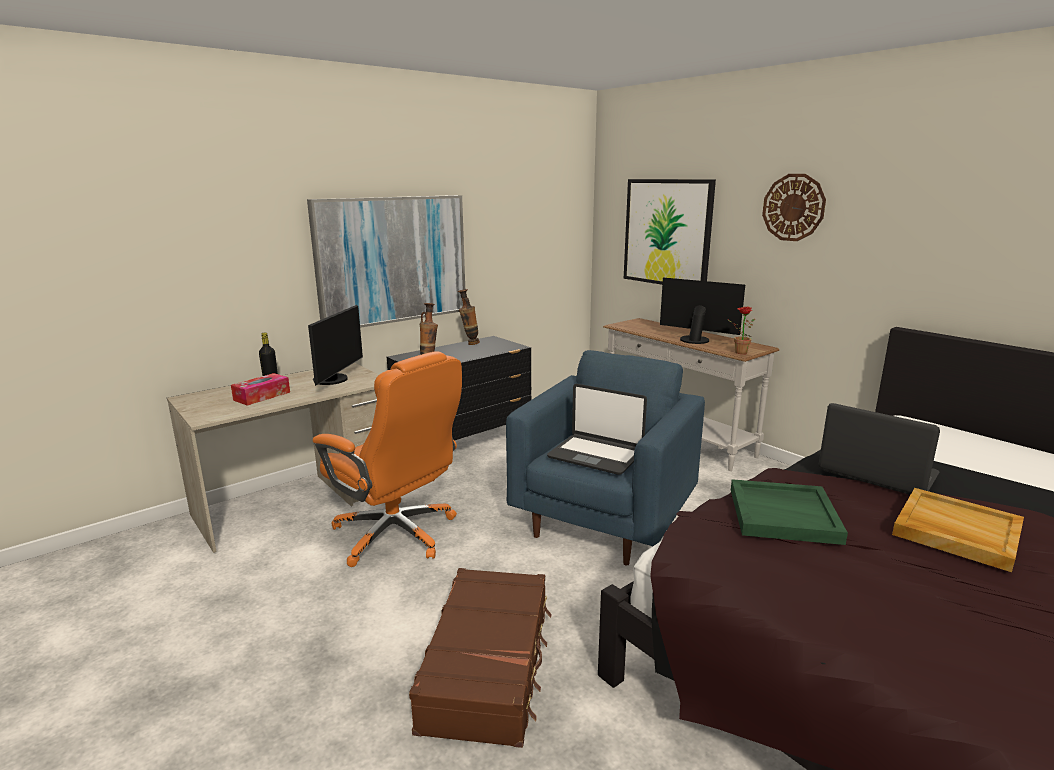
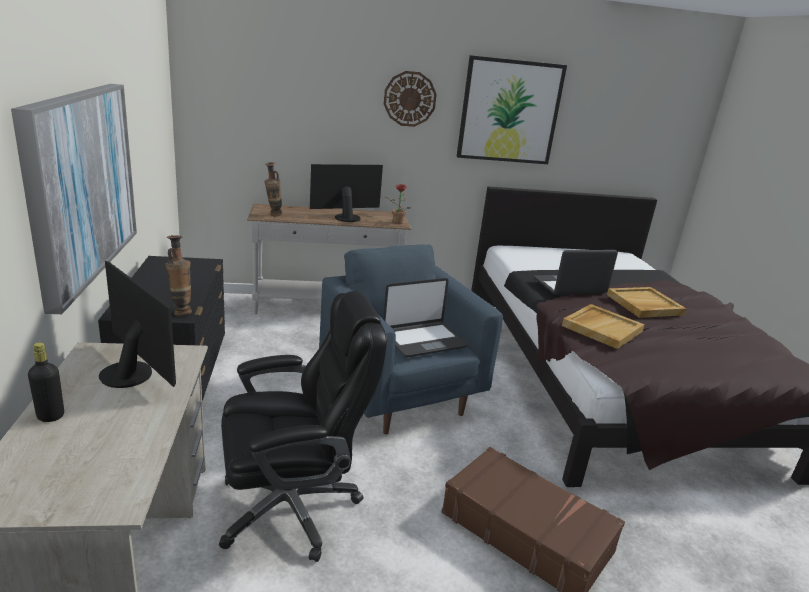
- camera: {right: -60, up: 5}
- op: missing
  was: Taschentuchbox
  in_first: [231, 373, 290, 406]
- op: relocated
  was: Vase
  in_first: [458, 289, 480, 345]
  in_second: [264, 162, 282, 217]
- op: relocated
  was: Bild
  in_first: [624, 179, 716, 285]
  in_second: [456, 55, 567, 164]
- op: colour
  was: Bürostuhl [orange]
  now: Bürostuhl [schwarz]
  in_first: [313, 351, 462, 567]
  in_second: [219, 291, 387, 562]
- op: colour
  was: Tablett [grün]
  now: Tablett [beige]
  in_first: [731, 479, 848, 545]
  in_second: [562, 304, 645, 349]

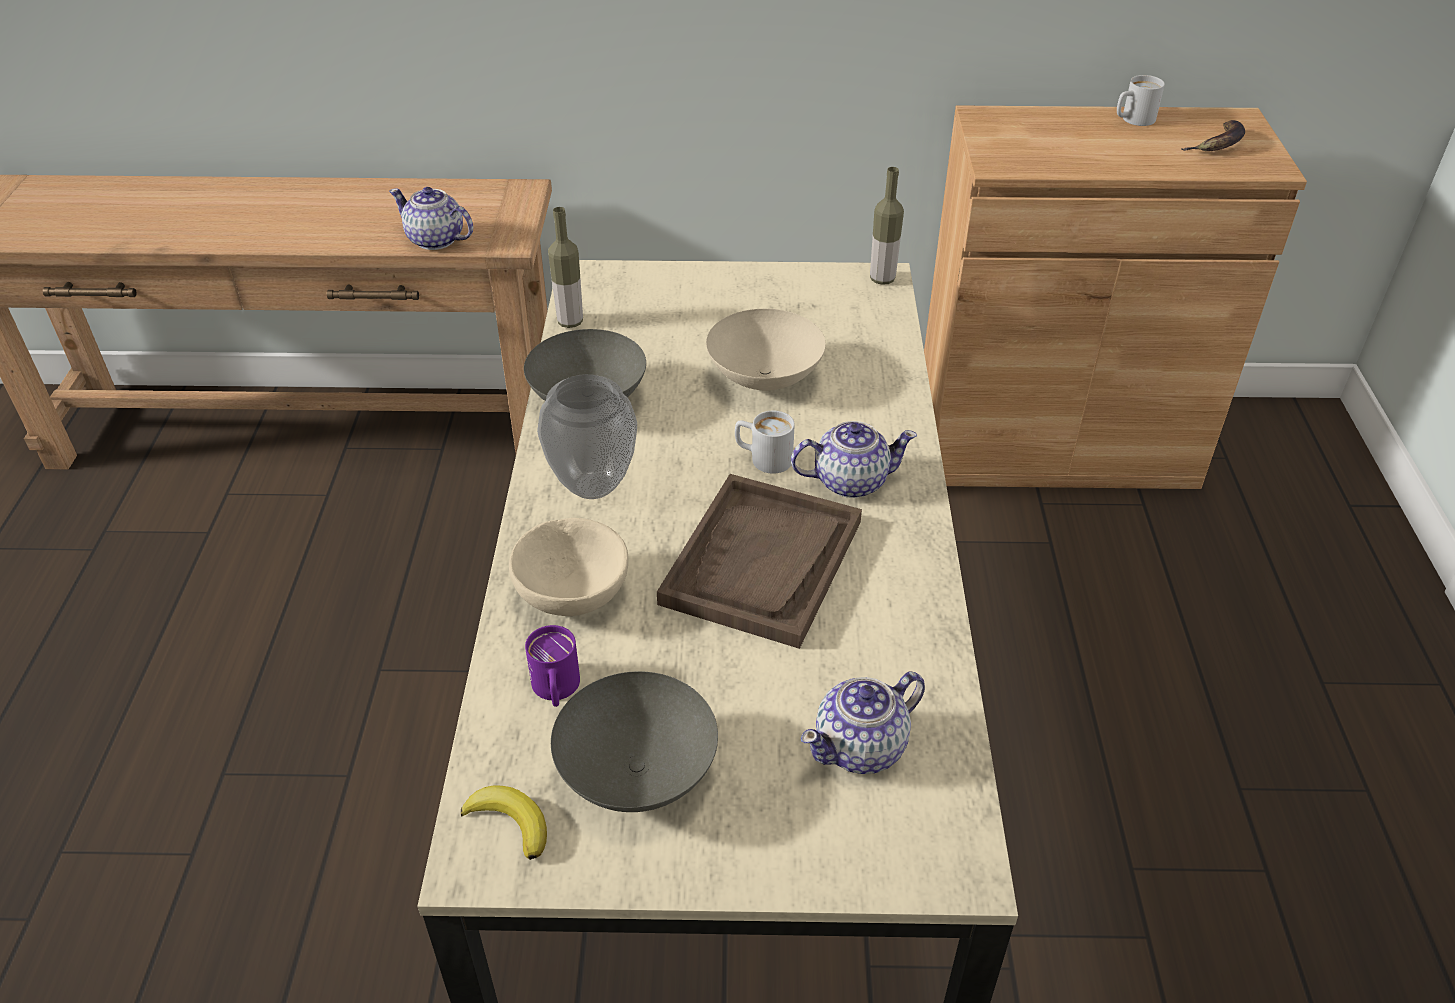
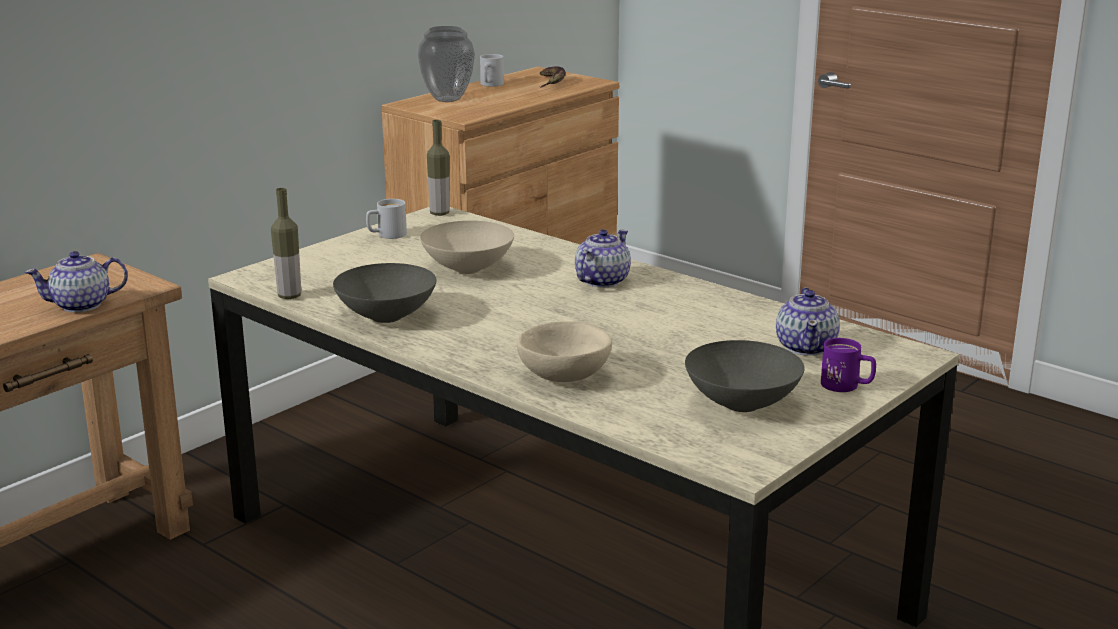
- camera: {right: -50, up: -20}
- op: missing
  was: Banane
  in_first: [461, 785, 547, 860]
- op: missing
  was: Tablett [braun]
  in_first: [657, 474, 862, 649]
- op: relocated
  was: Henkelbecher [lila]
  in_first: [525, 625, 580, 707]
  in_second: [821, 338, 876, 392]
- op: relocated
  was: Vase
  in_first: [537, 374, 637, 499]
  in_second: [418, 26, 475, 102]
- op: relocated
  was: Henkelbecher [weiß]
  in_first: [735, 411, 795, 474]
  in_second: [366, 199, 407, 239]

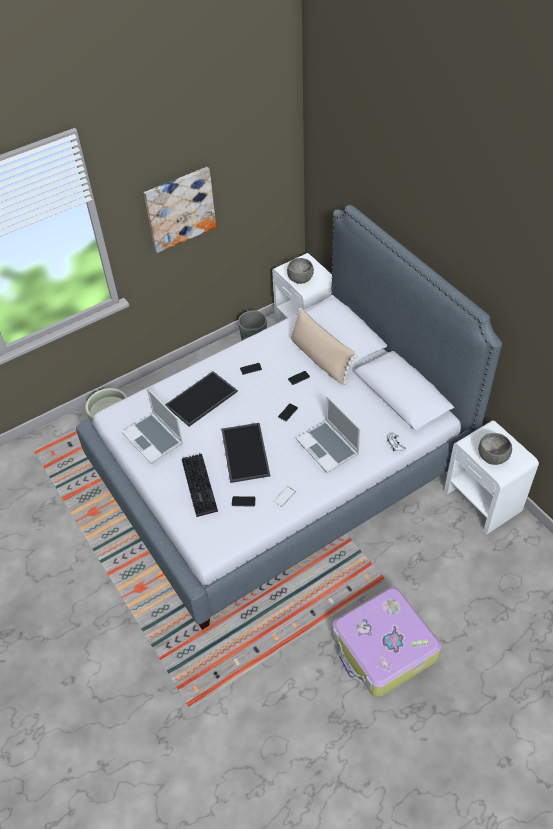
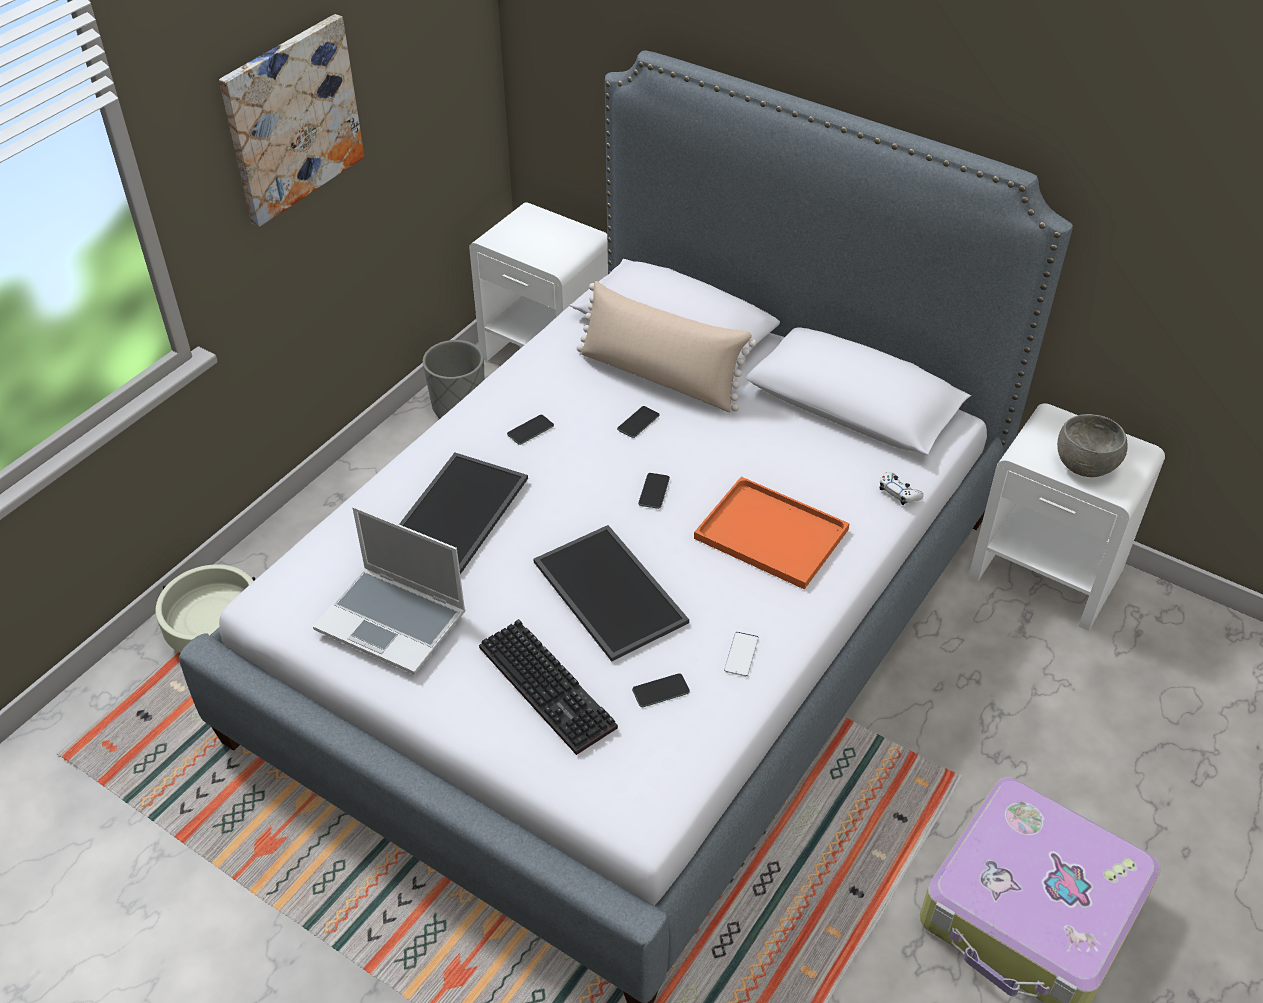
- camera: {right: -25, up: -5}
- op: missing
  was: Schüssel [grau]
  in_first: [287, 258, 314, 284]
- op: exchanged
  was: Laptop
  now: Tablett [orange]
  in_first: [296, 396, 360, 473]
  in_second: [694, 477, 850, 590]

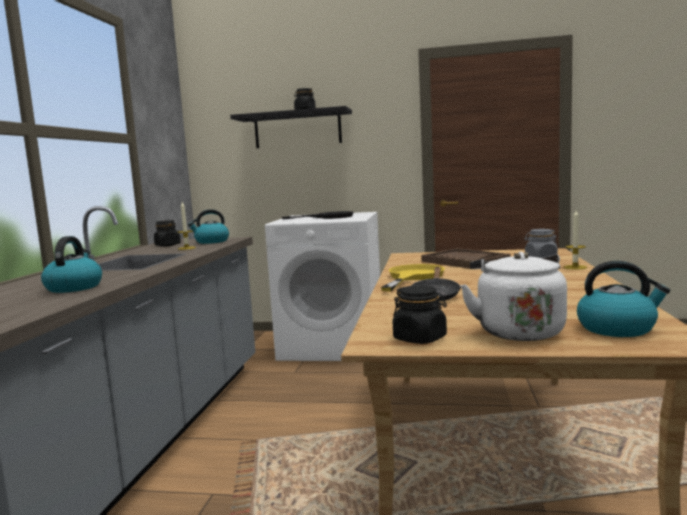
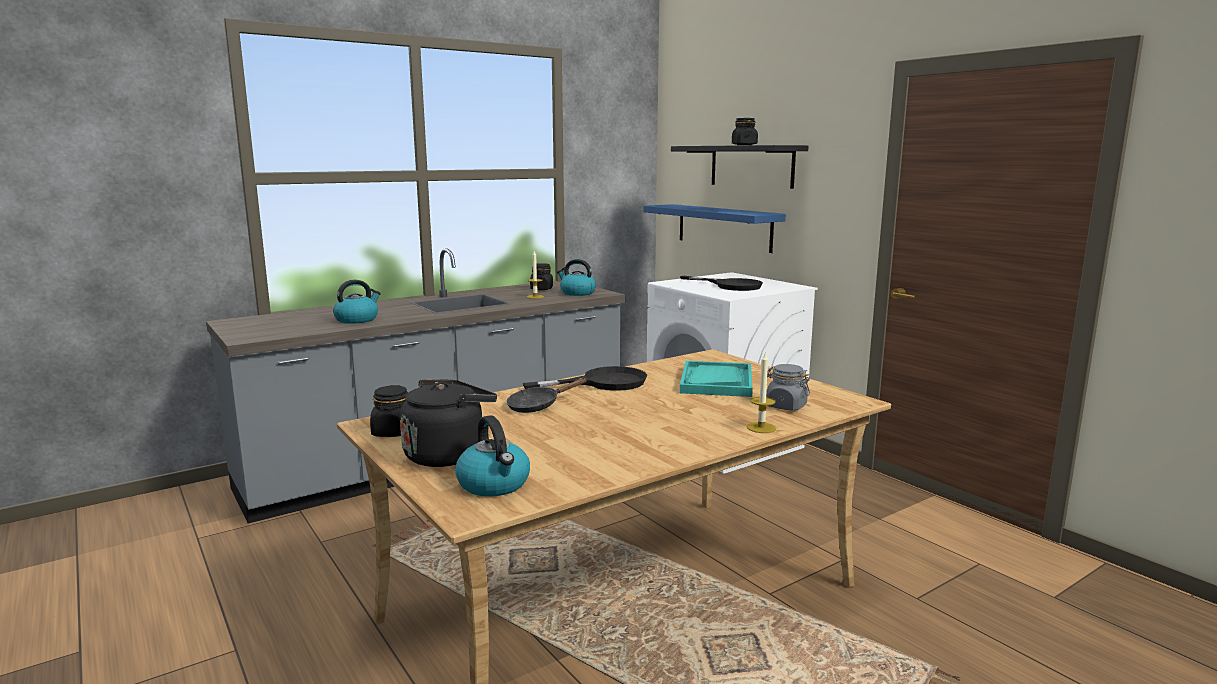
- camera: {right: 45, up: 5}
- op: appeared
  now: Wandregal [blau]
  in_second: [644, 204, 786, 253]
- op: colour
  was: Pfanne [gelb]
  now: Pfanne [schwarz]
  in_first: [381, 264, 445, 291]
  in_second: [523, 366, 647, 391]
- op: colour
  was: Tablett [braun]
  now: Tablett [türkis]
  in_first: [421, 248, 511, 269]
  in_second: [680, 361, 753, 397]
- op: colour
  was: Wasserkessel [weiß]
  now: Wasserkessel [schwarz]
  in_first: [460, 252, 567, 341]
  in_second: [400, 379, 497, 467]

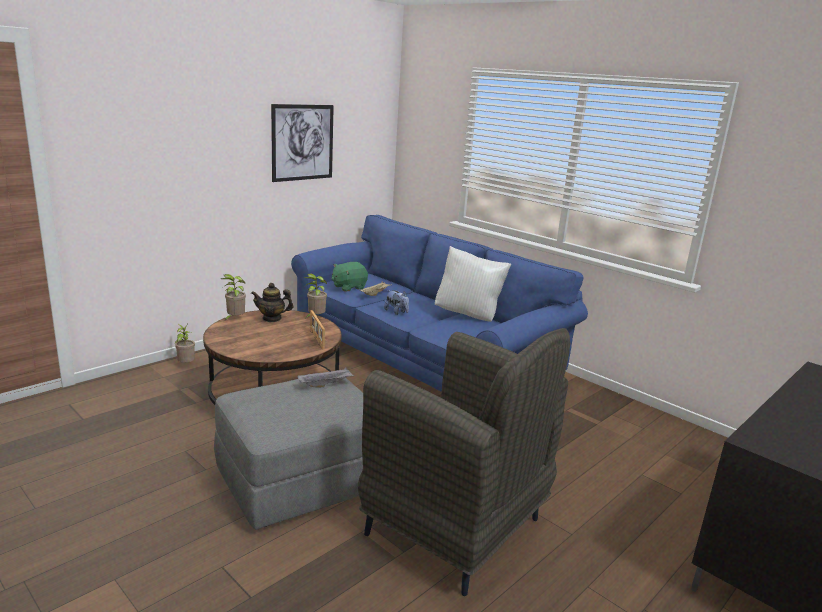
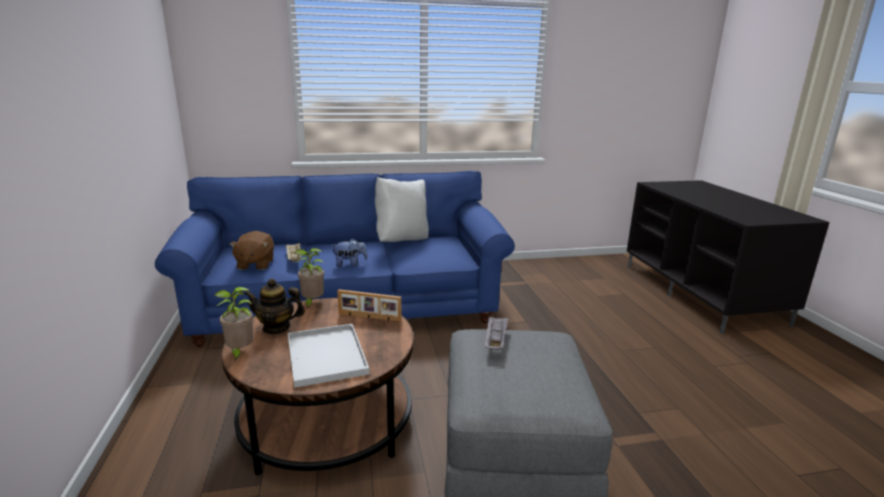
- camera: {right: -55, up: 0}
- op: missing
  was: Topfpflanze
  in_first: [175, 324, 195, 363]
- op: missing
  was: Bild
  in_first: [271, 104, 334, 182]
- op: missing
  was: Sessel [grau]
  in_first: [358, 328, 570, 596]
- op: appeared
  now: Tablett [weiß]
  in_second: [288, 324, 369, 388]
- op: colour
  was: Plüschtier [grün]
  now: Plüschtier [braun]
  in_first: [331, 262, 368, 292]
  in_second: [229, 231, 274, 270]
- op: spun
  was: Teekanne
  in_first: [251, 283, 293, 322]
  in_second: [244, 279, 305, 334]
  clockwise: 60

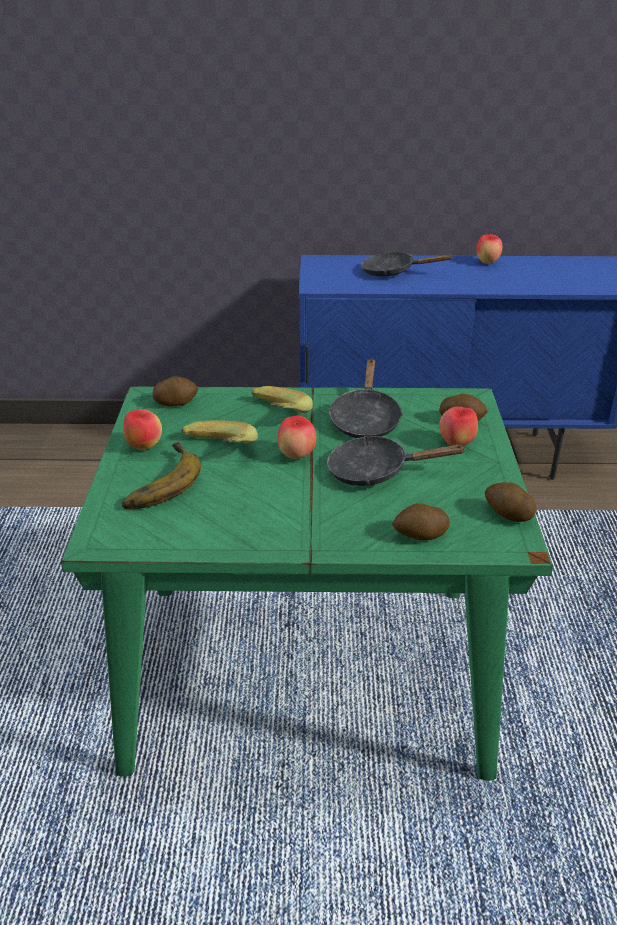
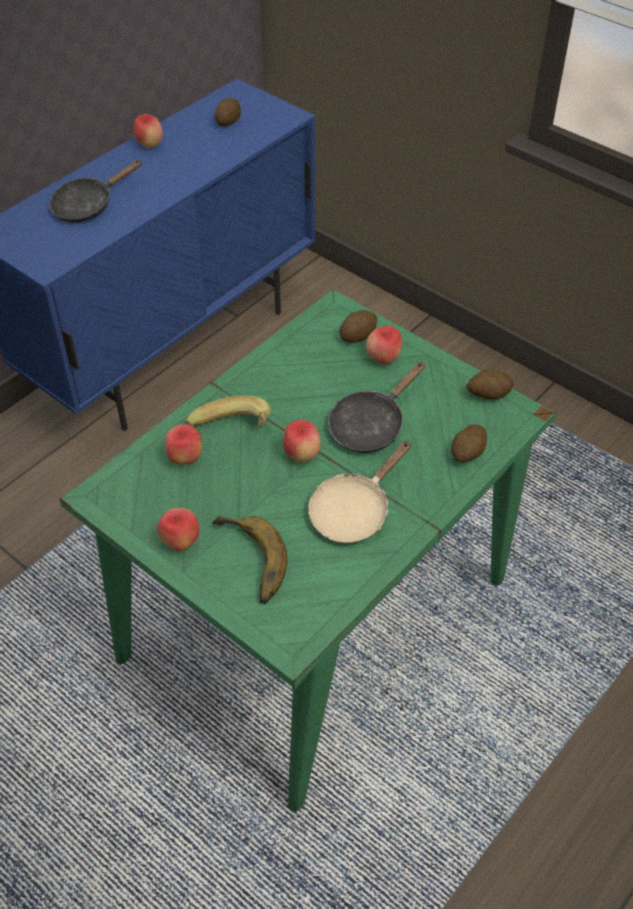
- camera: {right: -50, up: 15}
- op: missing
  was: Banane
  in_first: [181, 421, 258, 443]
- op: missing
  was: Pfanne [schwarz]
  in_first: [328, 358, 403, 438]
- op: appeared
  now: Apfel
  in_second: [165, 424, 202, 464]
- op: appeared
  now: Pfanne [beige]
  in_second: [308, 440, 411, 543]
- op: relocated
  was: Kartoffel
  in_first: [153, 377, 198, 407]
  in_second: [215, 98, 241, 126]

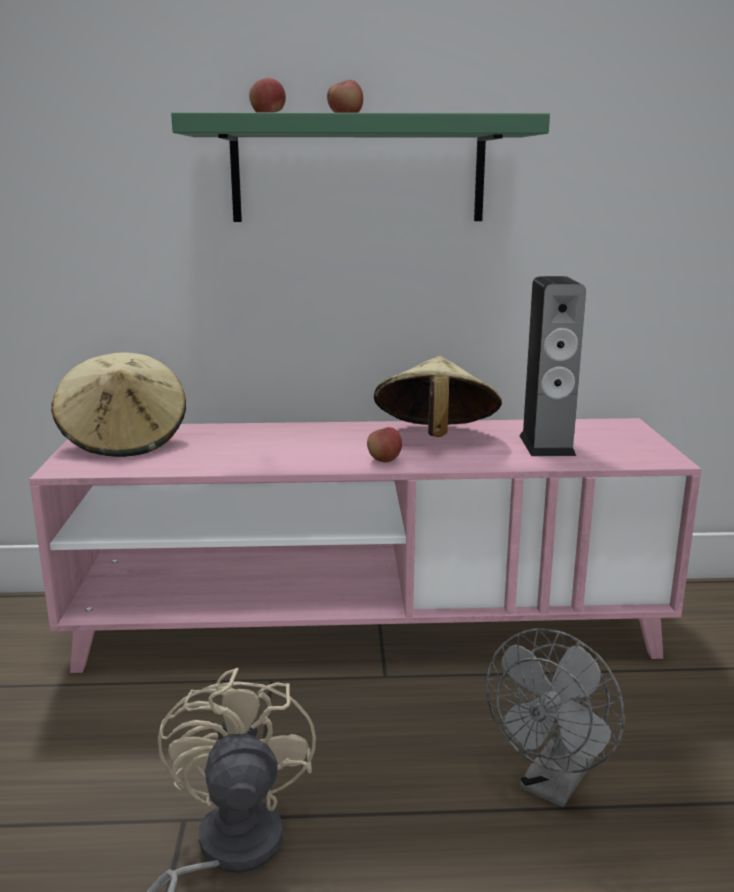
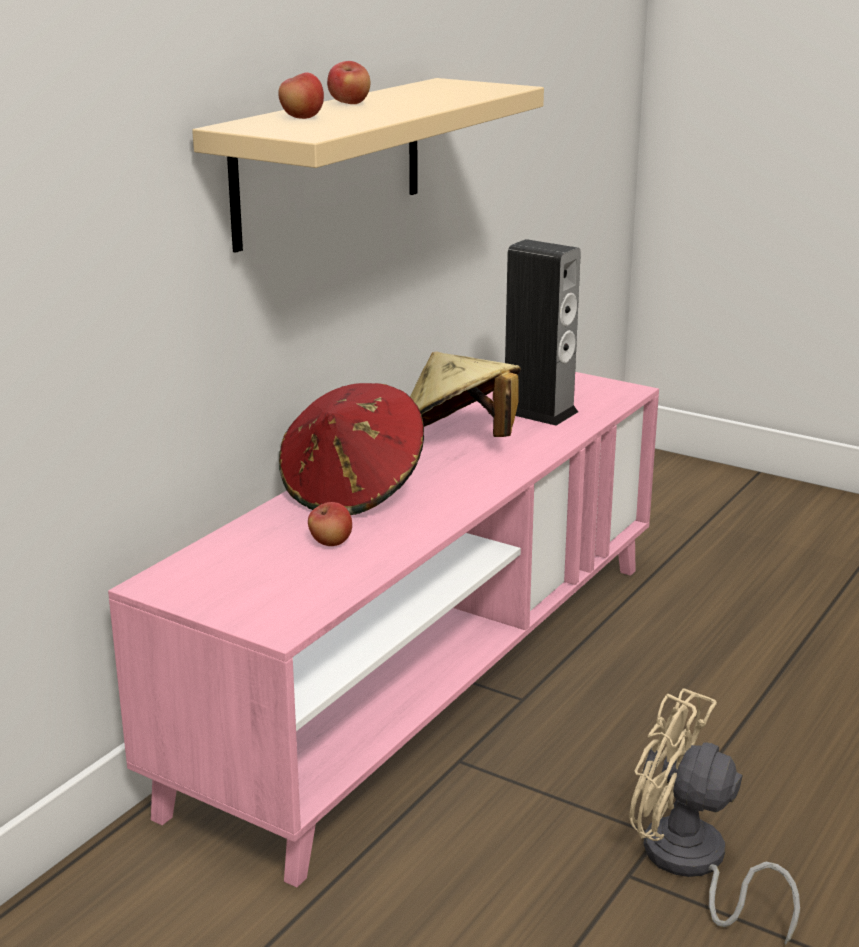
- camera: {right: -55, up: 5}
- op: missing
  was: Hut [beige]
  in_first: [51, 353, 186, 457]
- op: missing
  was: Ventilator [grau]
  in_first: [486, 628, 625, 807]
- op: appeared
  now: Hut [rot]
  in_second: [279, 383, 424, 515]
- op: relocated
  was: Apfel
  in_first: [367, 427, 402, 462]
  in_second: [308, 502, 352, 546]
- op: colour
  was: Wandregal [grün]
  now: Wandregal [beige]
  in_first: [171, 112, 550, 222]
  in_second: [192, 78, 544, 253]

